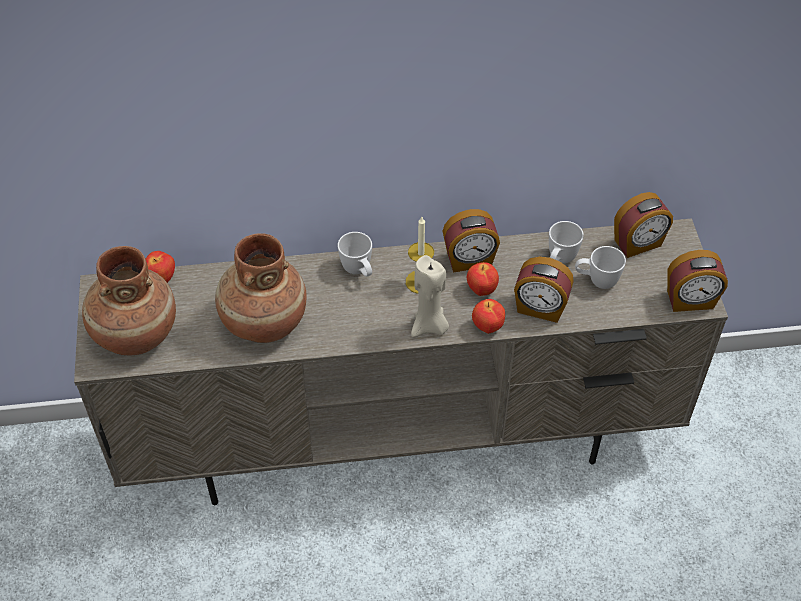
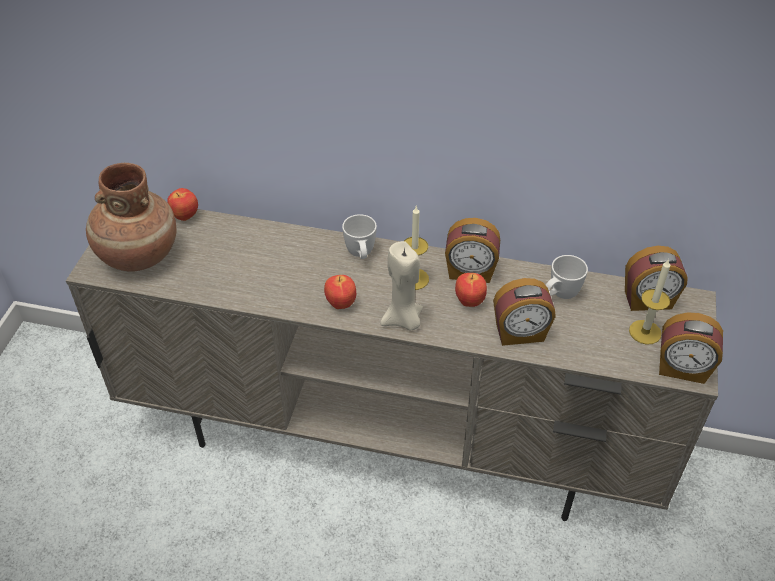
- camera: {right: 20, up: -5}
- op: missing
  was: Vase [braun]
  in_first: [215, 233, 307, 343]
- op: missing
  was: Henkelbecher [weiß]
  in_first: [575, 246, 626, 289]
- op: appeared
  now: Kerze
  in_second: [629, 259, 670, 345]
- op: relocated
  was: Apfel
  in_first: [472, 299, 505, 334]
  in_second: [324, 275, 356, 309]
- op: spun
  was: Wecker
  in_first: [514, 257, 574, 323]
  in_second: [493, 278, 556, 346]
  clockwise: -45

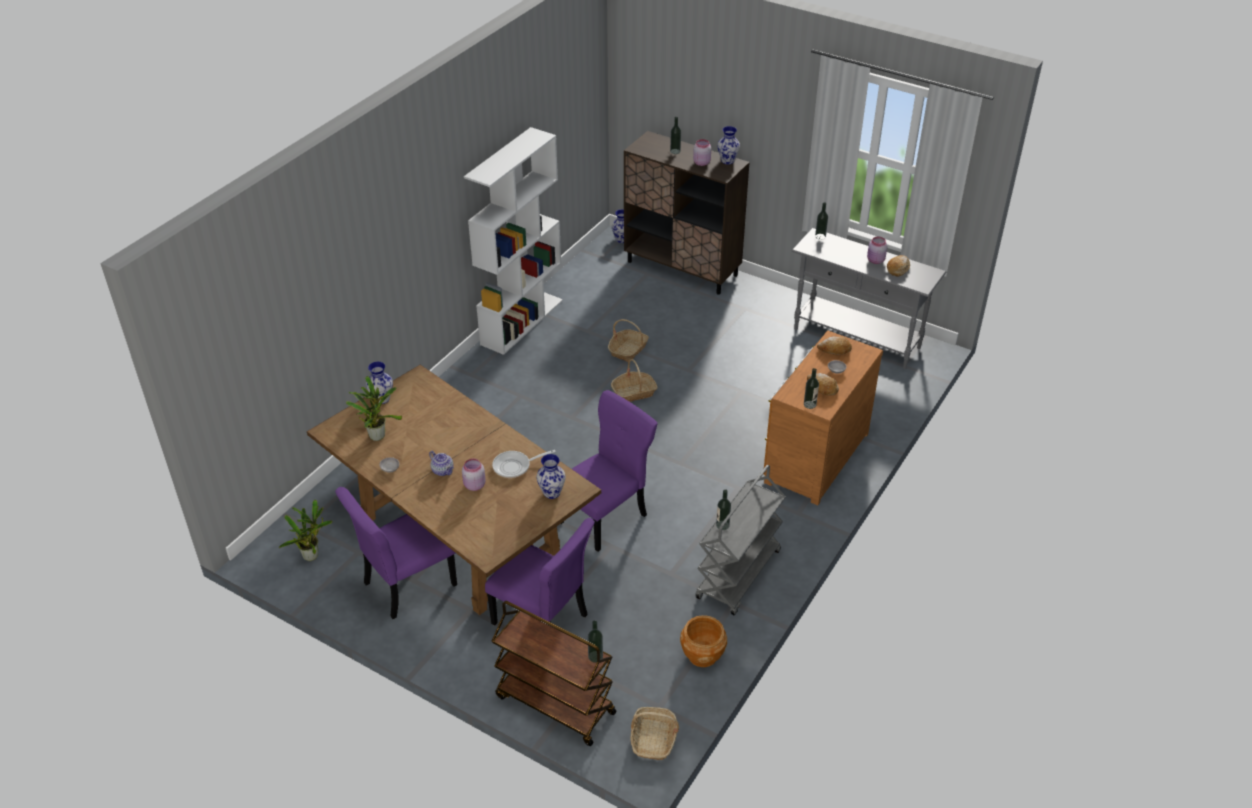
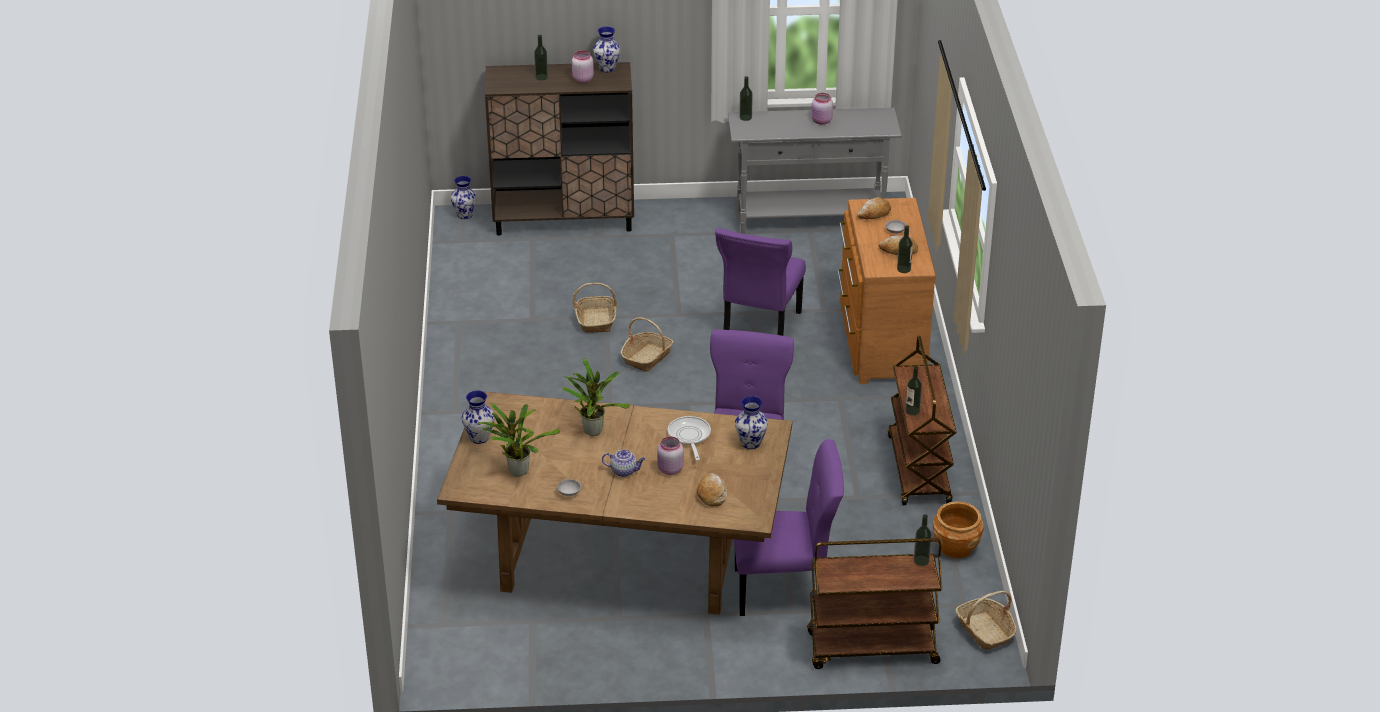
- camera: {right: -35, up: -5}
- op: missing
  was: Bücherregal [weiß]
  in_first: [464, 127, 563, 355]
- op: relocated
  was: Topfpflanze
  in_first: [279, 500, 333, 561]
  in_second: [562, 358, 630, 436]
- op: relocated
  was: Stuhl [lila]
  in_first: [335, 487, 457, 619]
  in_second: [715, 228, 806, 336]
- op: relocated
  was: Brot
  in_first: [887, 255, 910, 276]
  in_second: [697, 473, 727, 507]
- op: colour
  was: Rollwagen [grau]
  now: Rollwagen [braun]
  in_first: [695, 465, 786, 616]
  in_second: [888, 336, 956, 505]
- op: spun
  was: Pfanne
  in_first: [492, 450, 556, 478]
  in_second: [668, 416, 711, 461]
  clockwise: 135

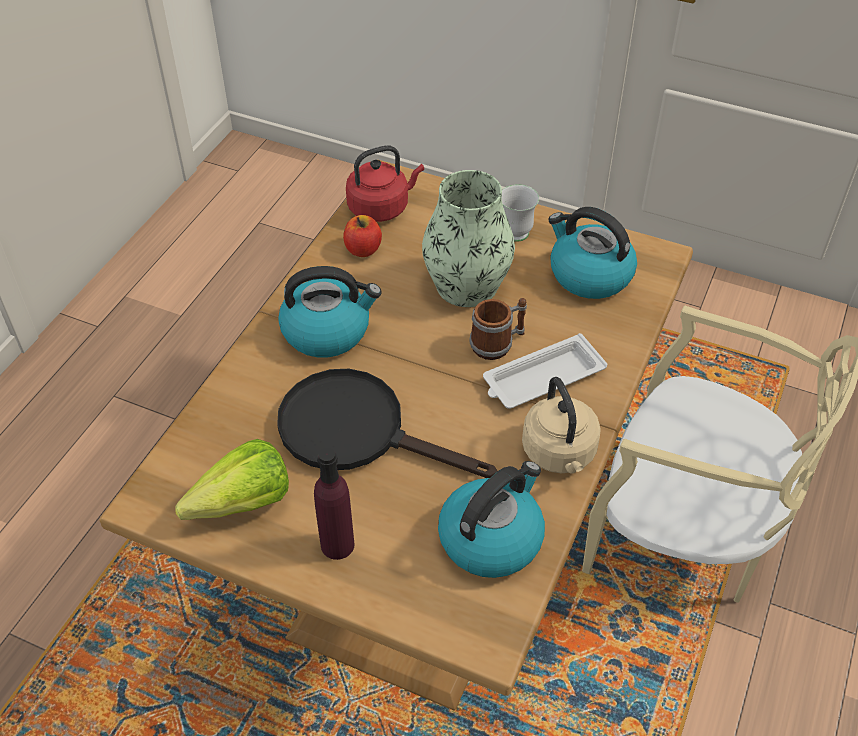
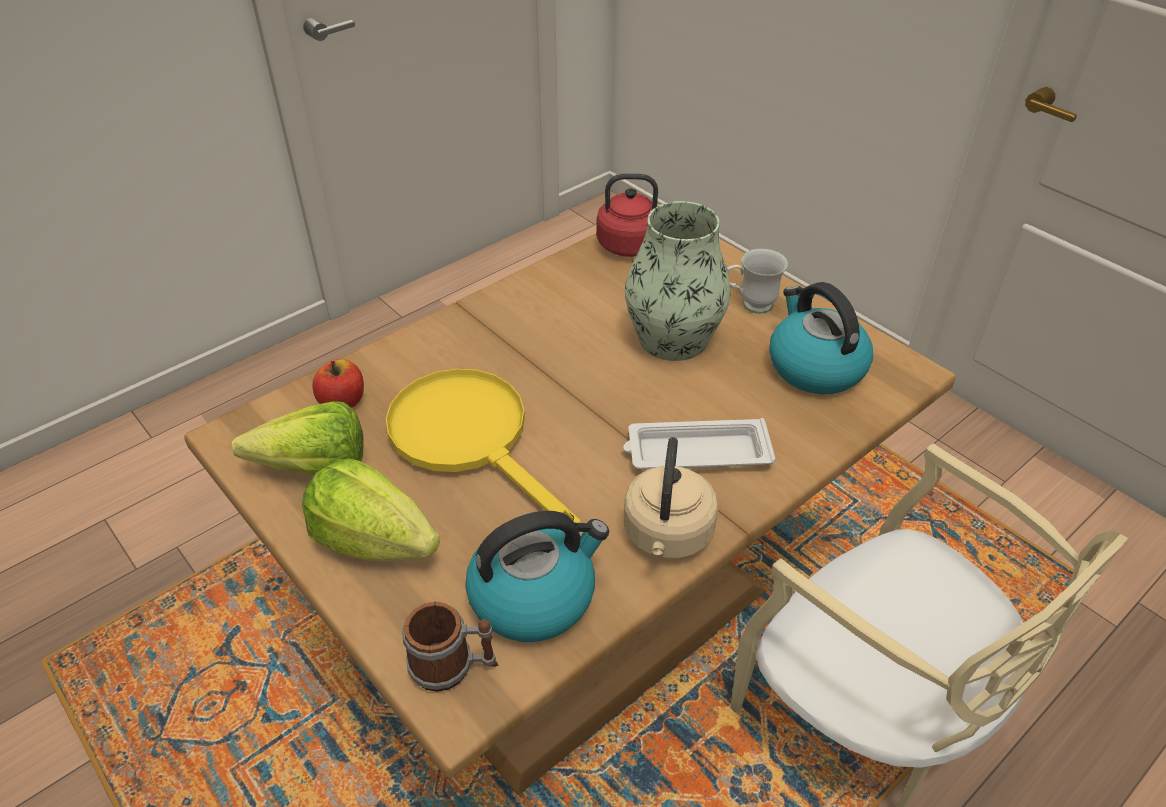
- camera: {right: 25, up: -5}
- op: missing
  was: Wasserkessel
  in_first: [278, 266, 382, 358]
- op: relocated
  was: Apfel
  in_first: [343, 215, 382, 257]
  in_second: [312, 359, 364, 408]
- op: relocated
  was: Henkelbecher
  in_first: [469, 298, 527, 360]
  in_second: [402, 602, 498, 692]
- op: exchanged
  was: Flasche [lila]
  now: Salatkopf
  in_first: [314, 447, 355, 560]
  in_second: [302, 458, 440, 562]
- op: colour
  was: Pfanne [schwarz]
  now: Pfanne [gelb]
  in_first: [277, 369, 497, 478]
  in_second: [386, 369, 581, 523]

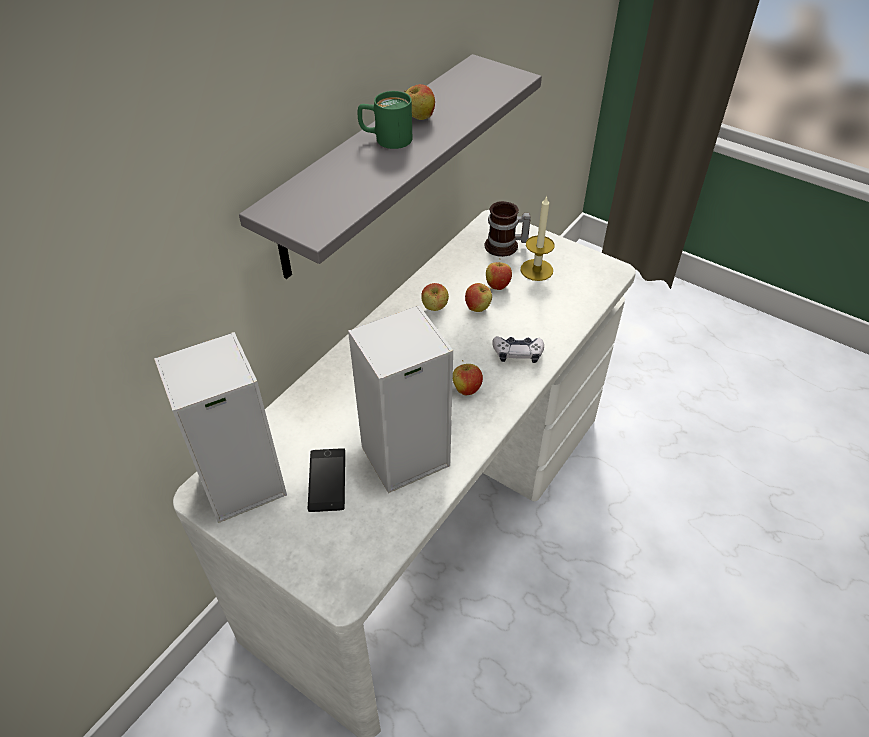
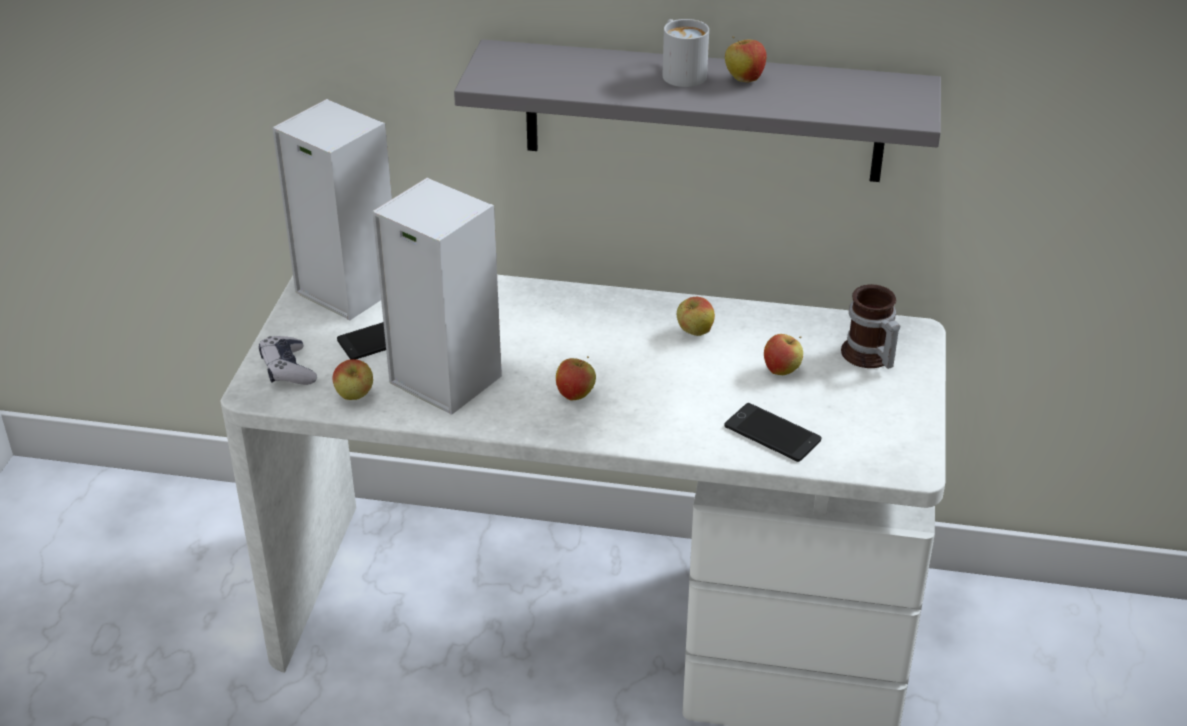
- camera: {right: 65, up: -10}
- op: missing
  was: Kerze
  in_first: [520, 195, 555, 281]
- op: appeared
  now: Handy
  in_second: [724, 403, 822, 462]
- op: relocated
  was: Apfel
  in_first: [465, 283, 492, 312]
  in_second: [333, 359, 373, 400]
- op: relocated
  was: Gamepad
  in_first: [492, 336, 544, 363]
  in_second: [259, 336, 317, 385]
- op: colour
  was: Henkelbecher [grün]
  now: Henkelbecher [weiß]
  in_first: [358, 91, 412, 149]
  in_second: [663, 19, 709, 87]

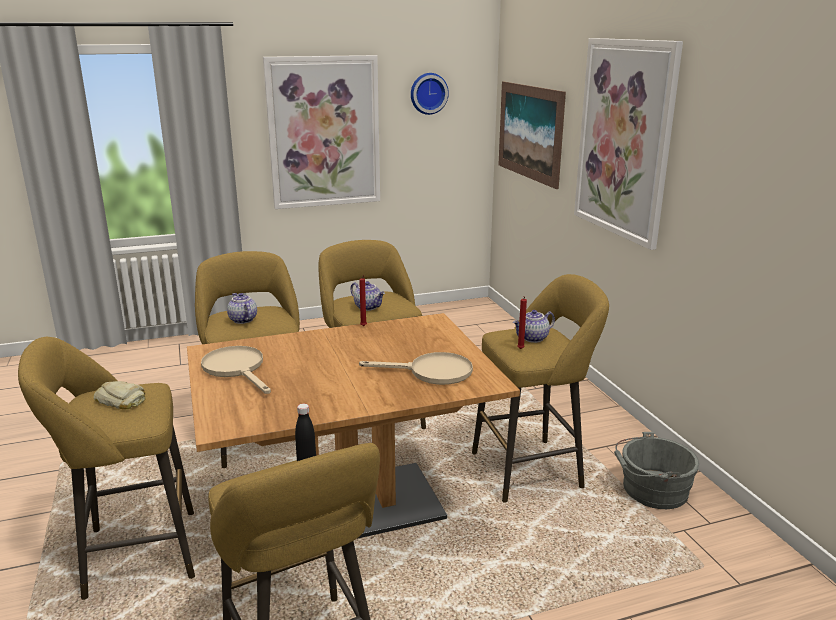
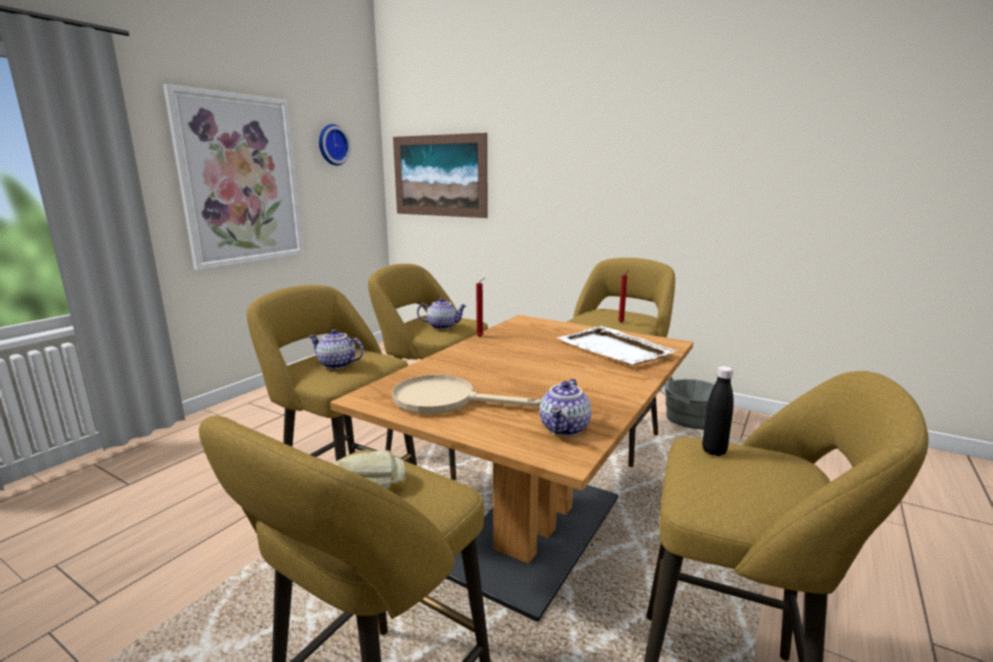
- camera: {right: -40, up: -5}
- op: missing
  was: Bild
  in_first: [574, 38, 683, 250]
- op: relocated
  was: Teekanne
  in_first: [513, 310, 555, 343]
  in_second: [539, 379, 591, 436]
- op: exchanged
  was: Pfanne [beige]
  now: Tablett [weiß]
  in_first: [359, 352, 473, 385]
  in_second: [557, 326, 677, 365]

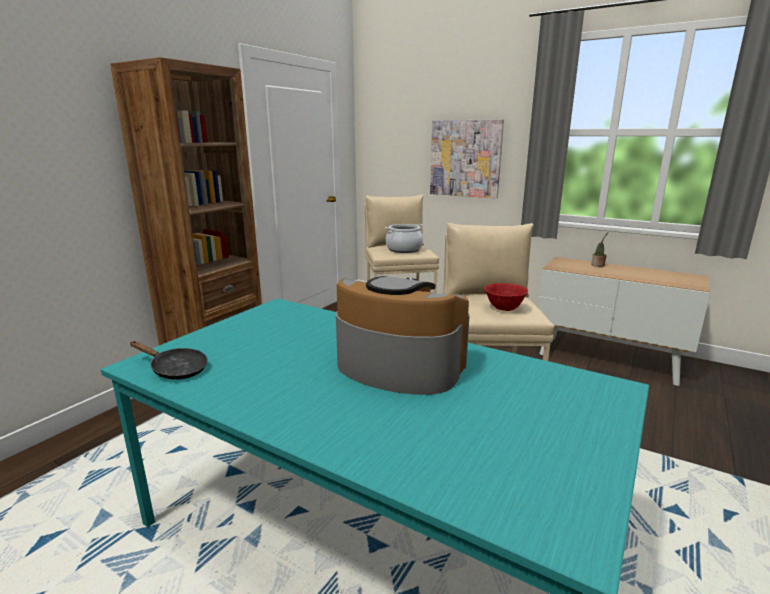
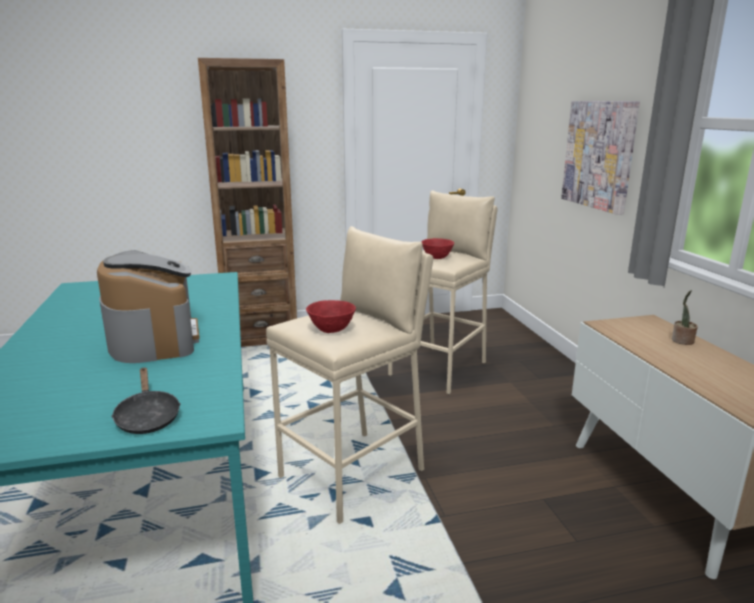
- camera: {right: 45, up: 0}
- op: relocated
  was: Pfanne [schwarz]
  in_first: [130, 341, 208, 380]
  in_second: [111, 367, 181, 434]
- op: exchanged
  was: Kochtopf
  now: Schüssel [rot]
  in_first: [385, 224, 424, 253]
  in_second: [422, 238, 454, 259]

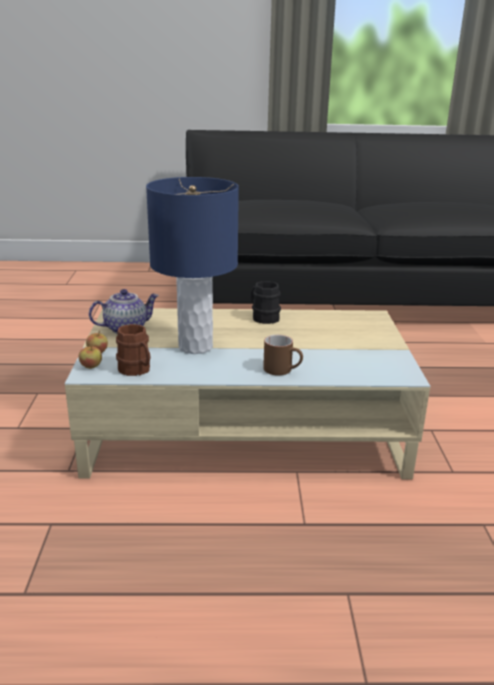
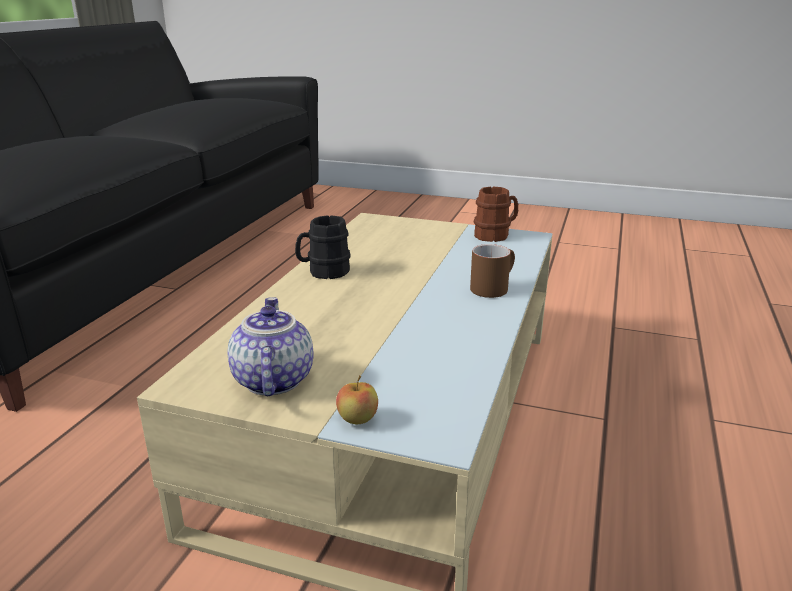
- camera: {right: -70, up: 0}
- op: missing
  was: Apfel
  in_first: [78, 345, 102, 369]
- op: missing
  was: Tischlampe [blau]
  in_first: [146, 177, 239, 354]
- op: relocated
  was: Henkelbecher [braun]
  in_first: [116, 324, 151, 376]
  in_second: [474, 187, 518, 242]

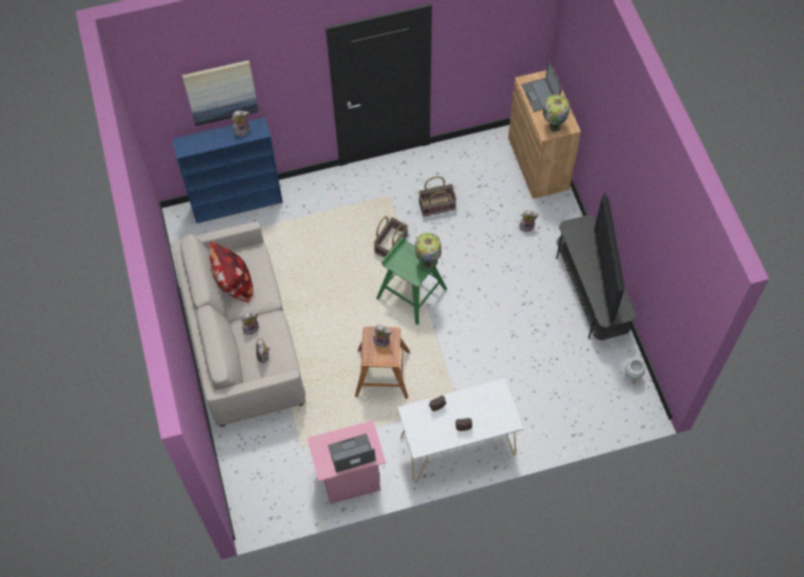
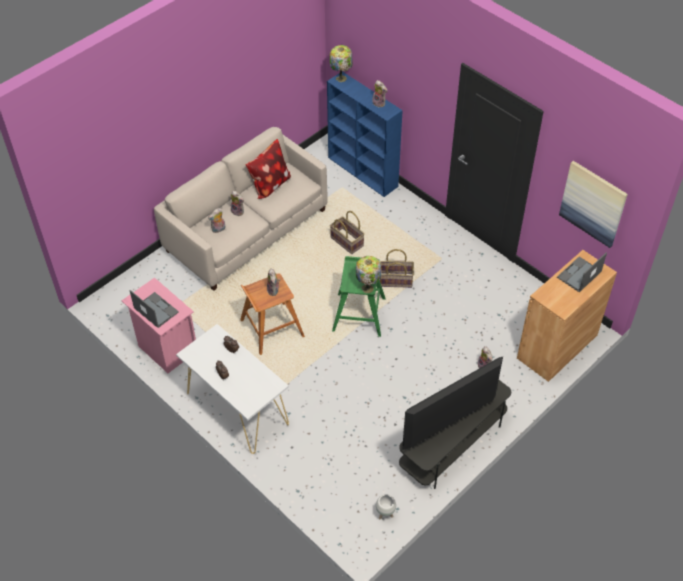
- camera: {right: 60, up: -10}
- op: relocated
  was: Bild
  in_first: [182, 60, 259, 126]
  in_second: [559, 161, 628, 248]
- op: relocated
  was: Korb
  in_first: [418, 176, 457, 217]
  in_second: [330, 211, 365, 254]
- op: relocated
  was: Tischlampe
  in_first: [543, 94, 570, 132]
  in_second: [330, 45, 353, 82]

